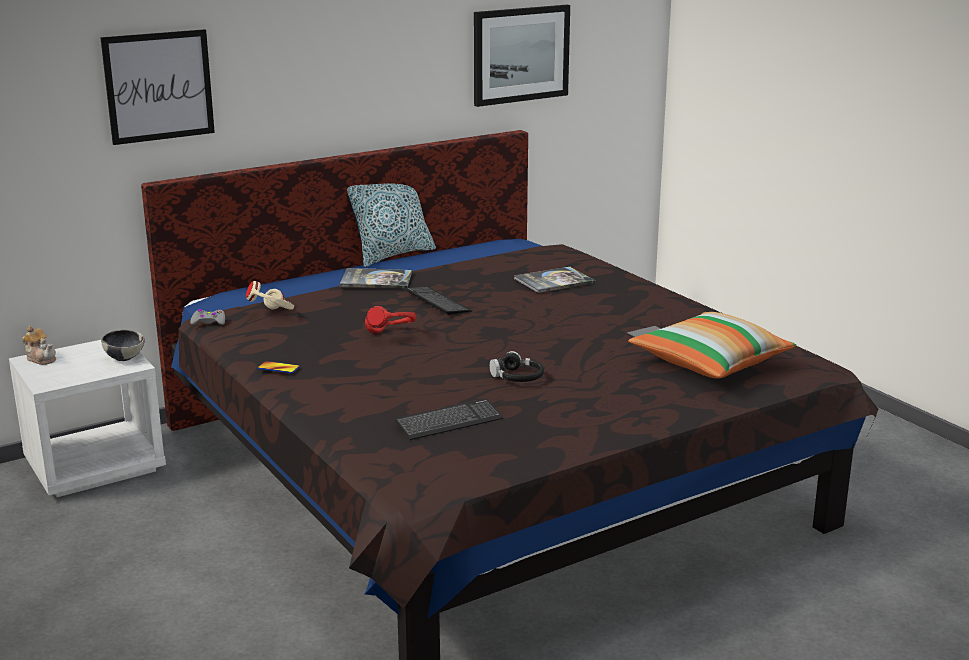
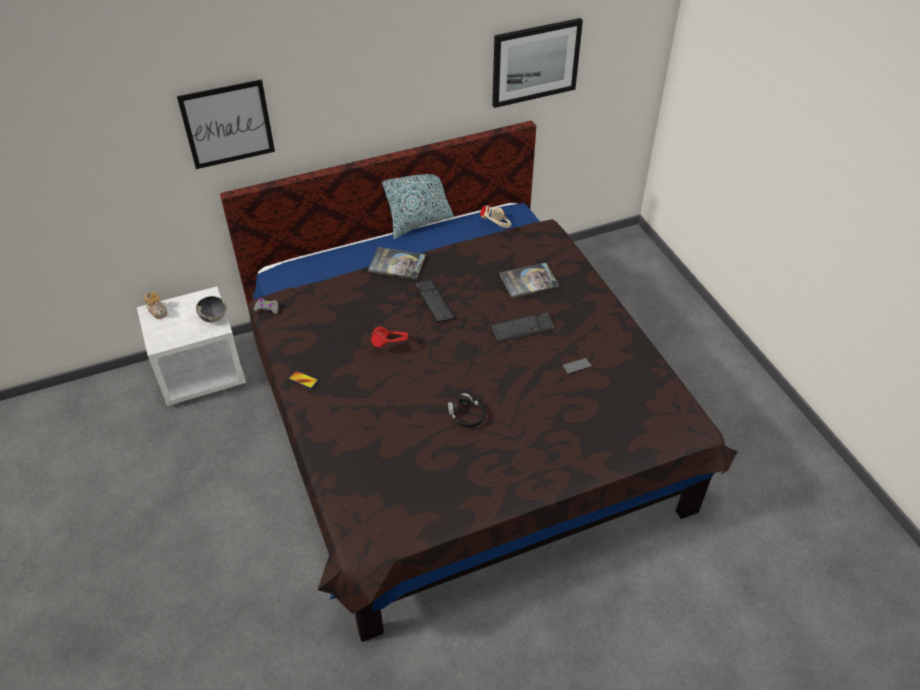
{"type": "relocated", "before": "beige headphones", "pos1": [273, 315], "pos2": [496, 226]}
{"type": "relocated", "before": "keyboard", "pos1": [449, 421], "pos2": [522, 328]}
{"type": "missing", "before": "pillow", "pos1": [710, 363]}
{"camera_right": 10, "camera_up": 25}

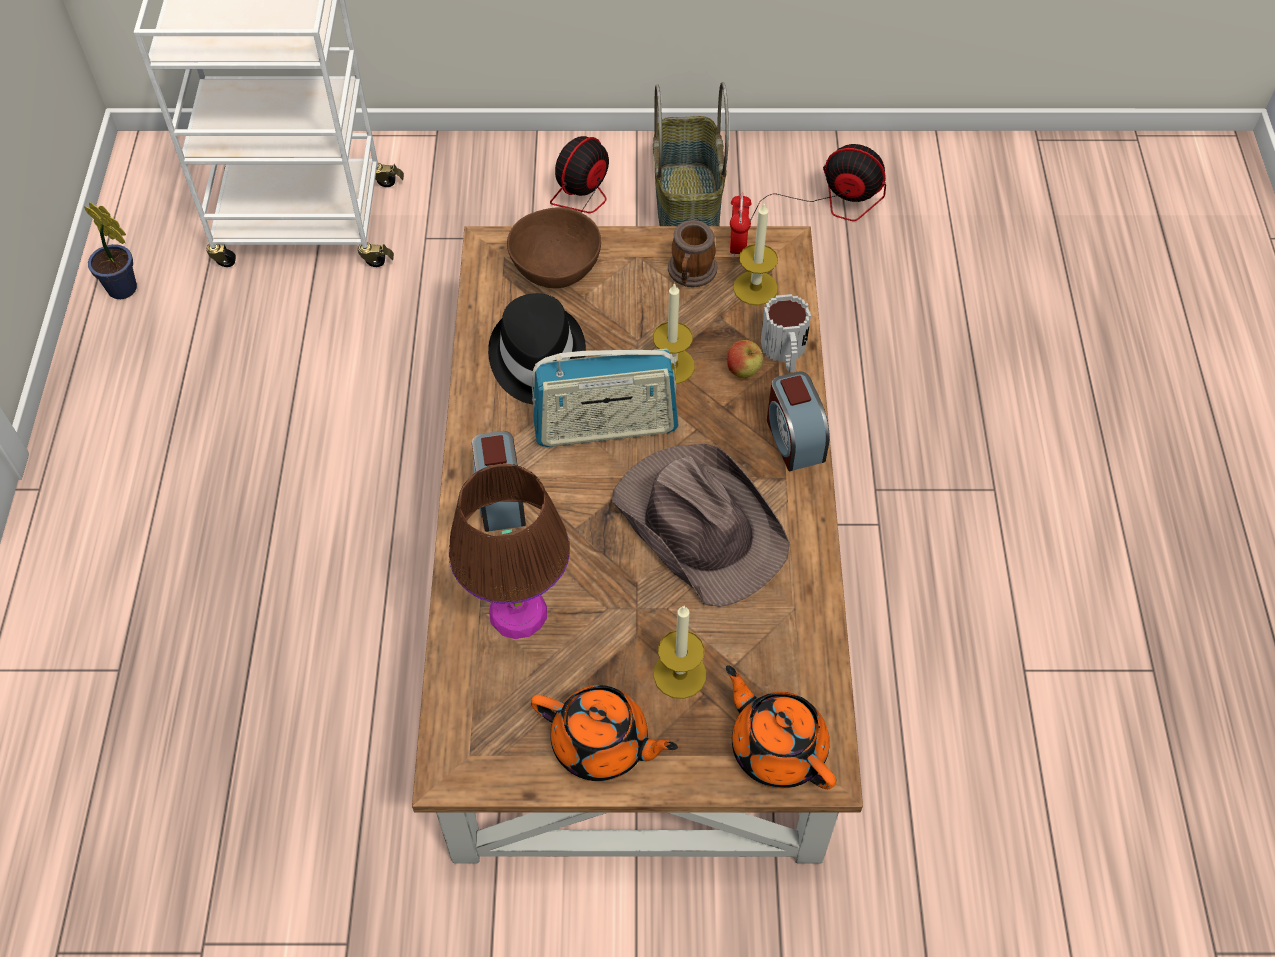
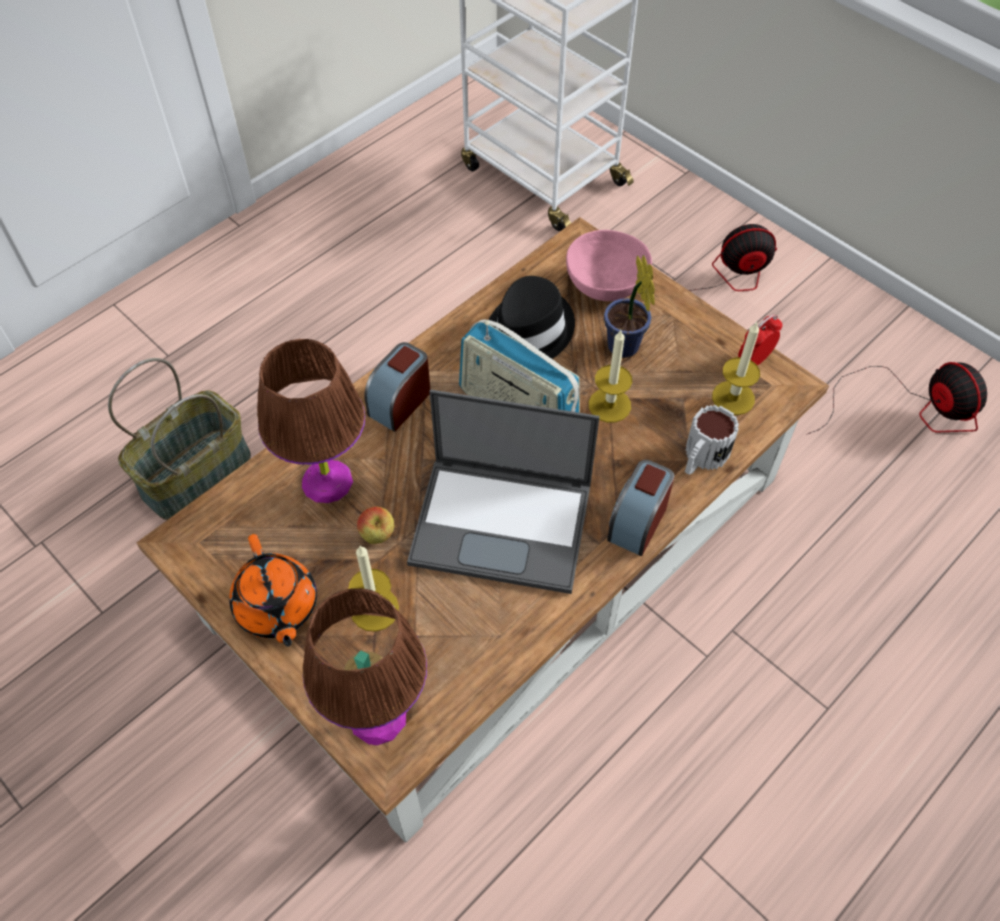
{"type": "relocated", "before": "basket", "pos1": [685, 204], "pos2": [196, 473]}
{"type": "exchanged", "before": "orange teapot", "after": "brown table lamp", "pos1": [777, 747], "pos2": [377, 715]}
{"type": "relocated", "before": "apple", "pos1": [743, 371], "pos2": [378, 535]}
{"type": "exchanged", "before": "brown hat", "after": "laptop", "pos1": [699, 523], "pos2": [504, 523]}
{"type": "colour", "before": "brown bowl", "after": "pink bowl", "pos1": [554, 272], "pos2": [603, 286]}
{"type": "relocated", "before": "potted plant", "pos1": [125, 290], "pos2": [624, 349]}
{"type": "missing", "before": "mug", "pos1": [691, 274]}
{"camera_right": 45, "camera_up": 0}

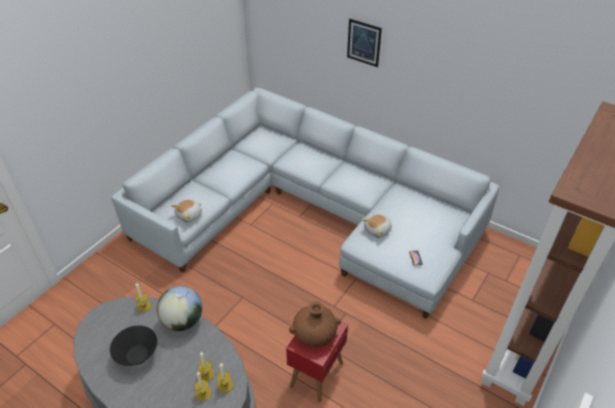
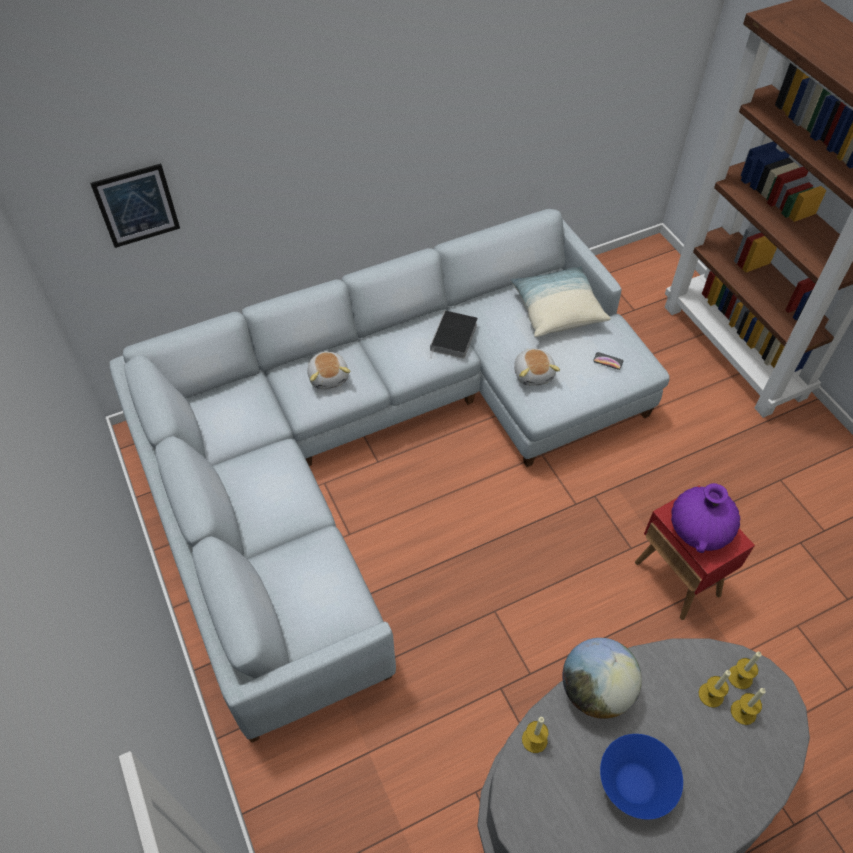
{"type": "relocated", "before": "picture", "pos1": [364, 43], "pos2": [137, 206]}
{"type": "relocated", "before": "plush toy", "pos1": [189, 215], "pos2": [329, 377]}
{"type": "appeared", "after": "book", "pos2": [454, 338]}
{"type": "appeared", "after": "pillow", "pos2": [556, 310]}
{"type": "colour", "before": "black bowl", "after": "blue bowl", "pos1": [137, 355], "pos2": [635, 784]}
{"type": "colour", "before": "brown vase", "after": "purple vase", "pos1": [314, 334], "pos2": [699, 529]}
{"camera_right": -60, "camera_up": 10}

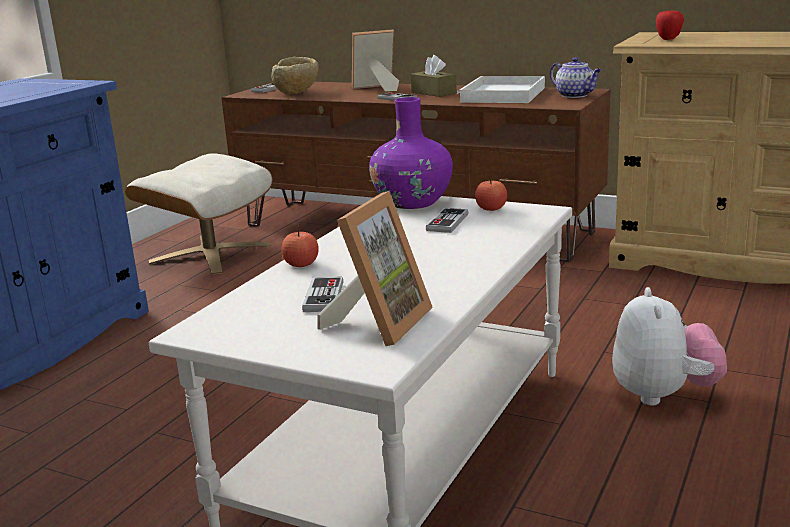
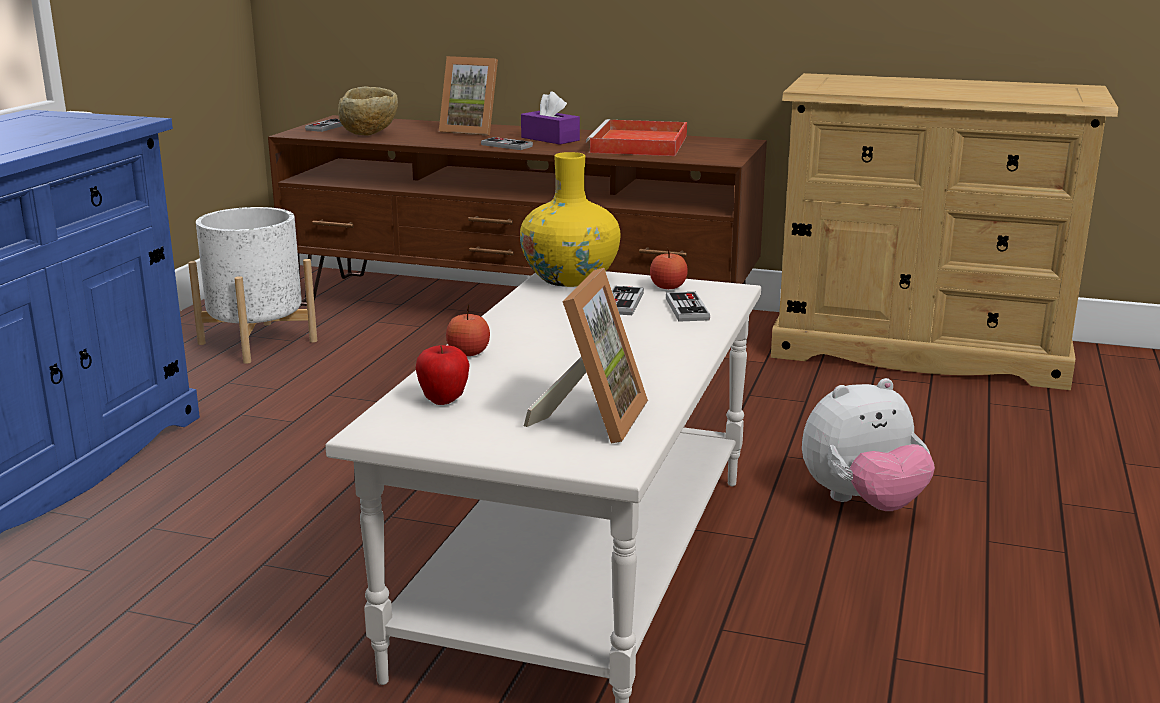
{"type": "exchanged", "before": "beige ottoman", "after": "white planter", "pos1": [210, 254], "pos2": [257, 342]}
{"type": "relocated", "before": "apple", "pos1": [668, 39], "pos2": [444, 401]}
{"type": "spun", "before": "picture frame", "pos1": [376, 88], "pos2": [472, 131], "turn": -135}
{"type": "colour", "before": "purple vase", "after": "yellow vase", "pos1": [412, 202], "pos2": [570, 278]}
{"type": "colour", "before": "brown tissue box", "after": "purple tissue box", "pos1": [433, 93], "pos2": [550, 139]}
{"type": "colour", "before": "white tray", "after": "red tray", "pos1": [503, 95], "pos2": [639, 145]}
{"type": "relocated", "before": "game controller", "pos1": [323, 297], "pos2": [687, 309]}
{"type": "spun", "before": "plush toy", "pos1": [663, 395], "pos2": [862, 503], "turn": 75}
{"type": "missing", "before": "teapot", "pos1": [575, 95]}
{"camera_right": -10, "camera_up": 0}

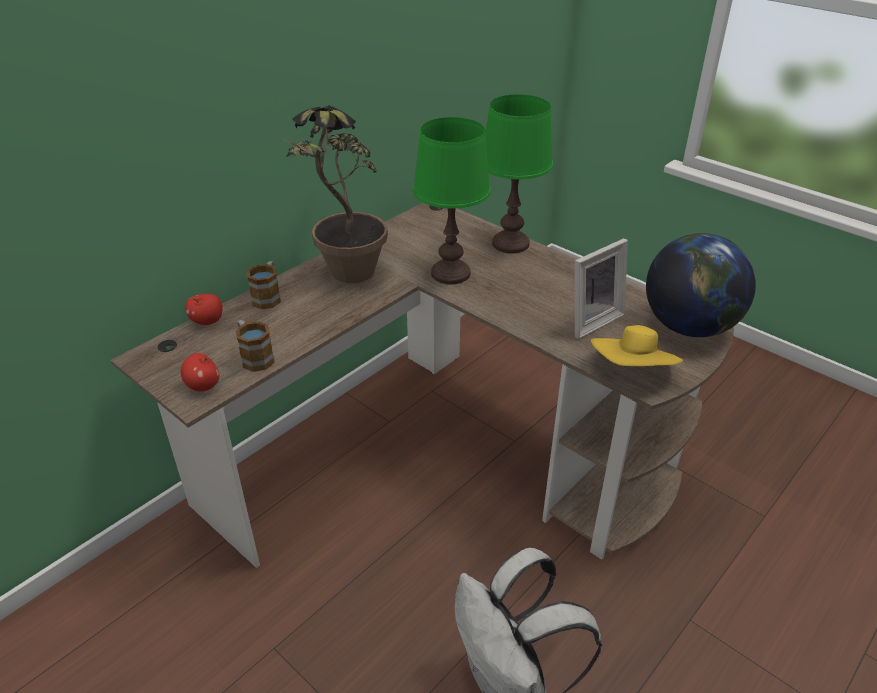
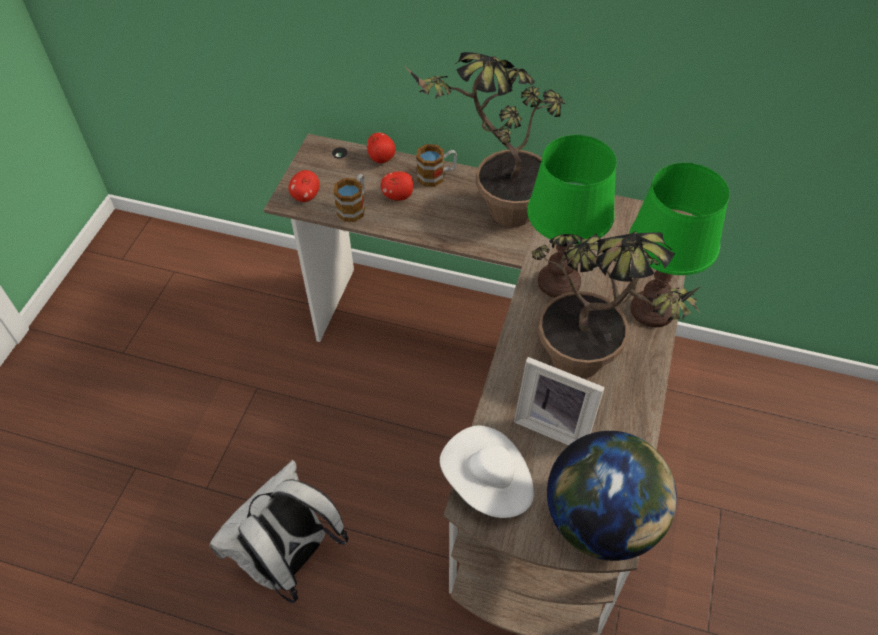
{"type": "appeared", "after": "apple", "pos2": [398, 196]}
{"type": "colour", "before": "yellow hat", "after": "white hat", "pos1": [633, 371], "pos2": [488, 484]}
{"type": "appeared", "after": "potted plant", "pos2": [588, 373]}
{"camera_right": 65, "camera_up": 15}

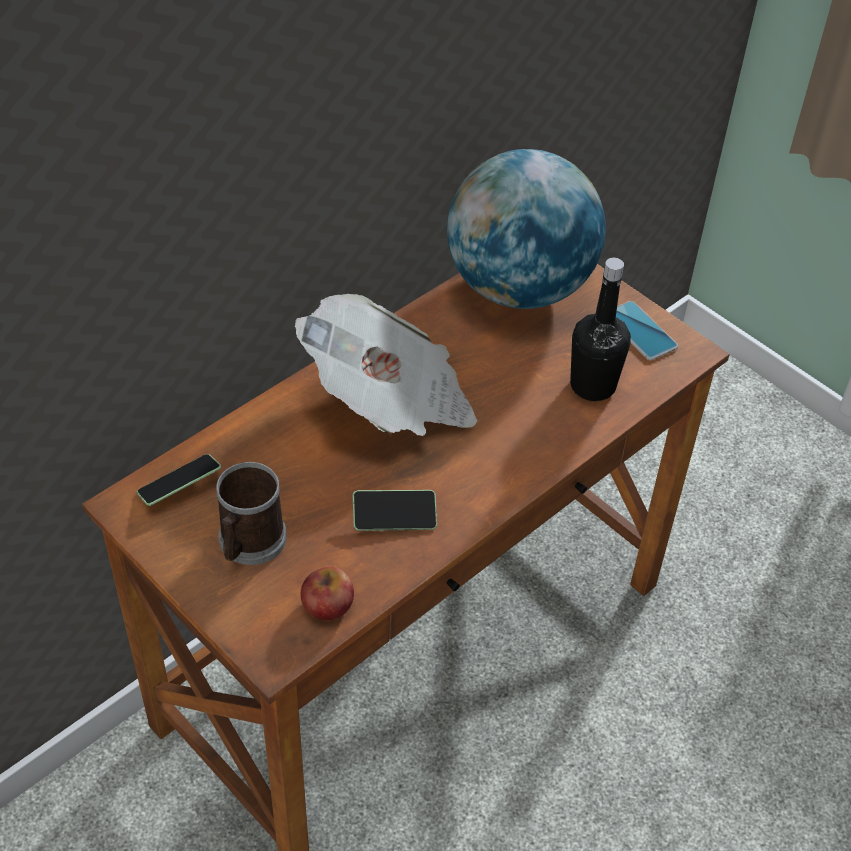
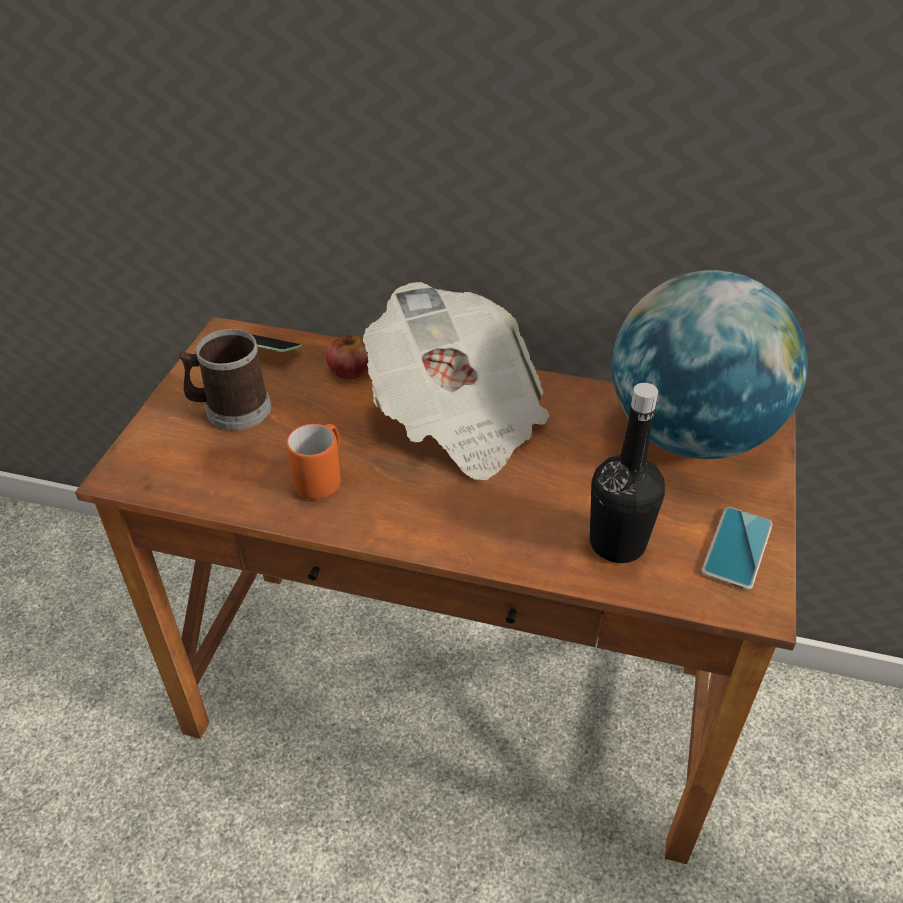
{"type": "exchanged", "before": "phone", "after": "orange mug", "pos1": [394, 518], "pos2": [322, 479]}
{"type": "relocated", "before": "apple", "pos1": [327, 604], "pos2": [350, 370]}
{"camera_right": 60, "camera_up": -5}

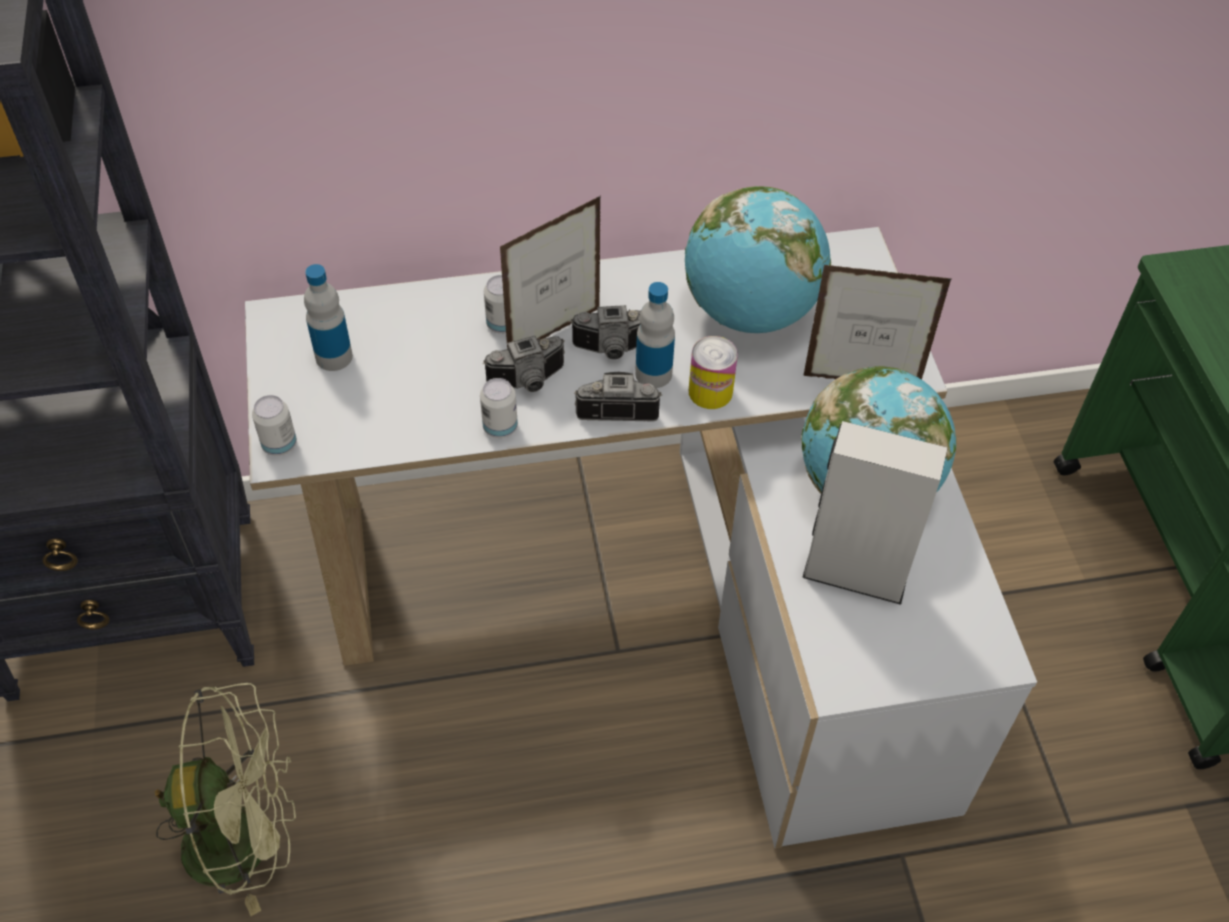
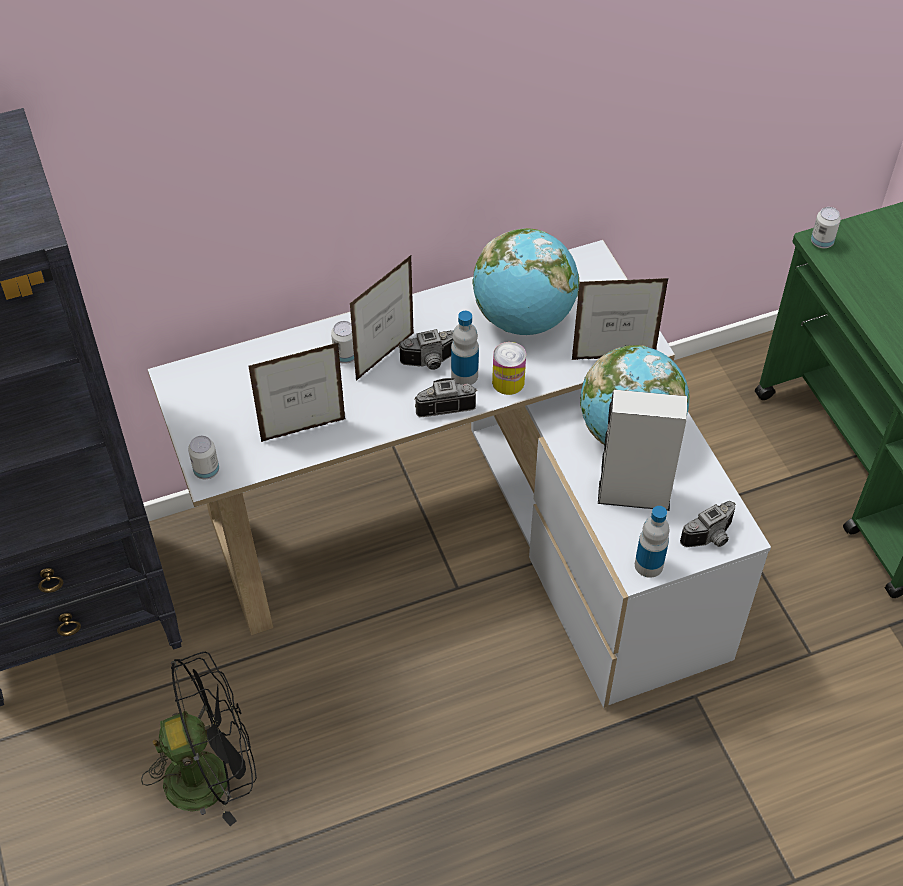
{"type": "colour", "before": "green fan", "after": "black fan", "pos1": [246, 839], "pos2": [211, 773]}
{"type": "appeared", "after": "picture frame", "pos2": [303, 430]}
{"type": "relocated", "before": "bottle", "pos1": [334, 357], "pos2": [648, 565]}
{"type": "relocated", "before": "photo camera", "pos1": [529, 382], "pos2": [711, 538]}
{"type": "relocated", "before": "can", "pos1": [500, 427], "pos2": [821, 242]}
{"camera_right": -10, "camera_up": 0}

